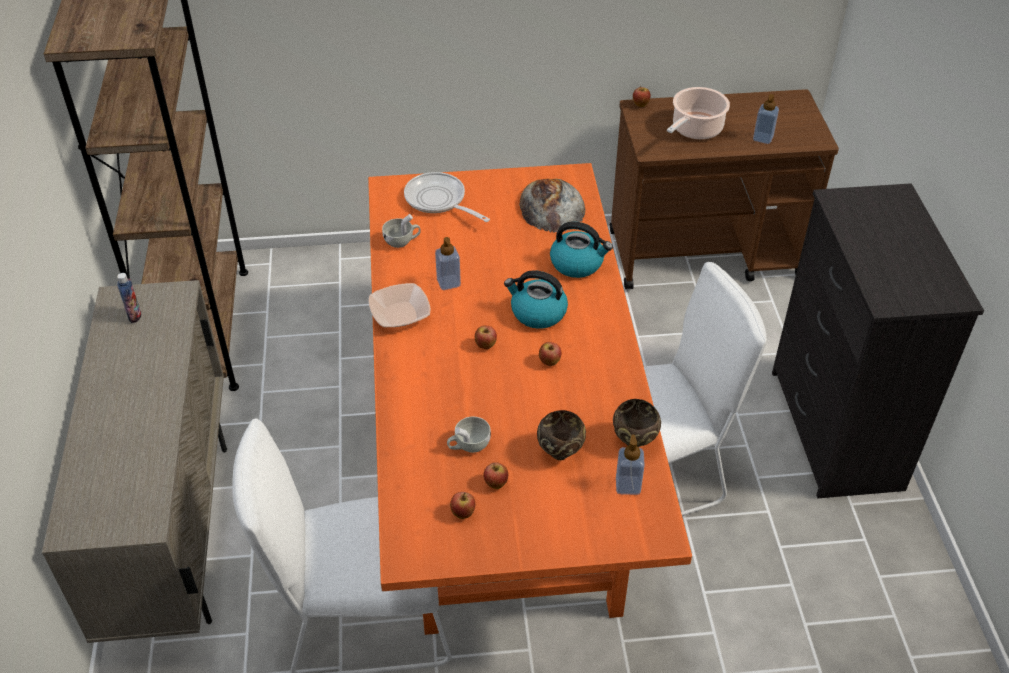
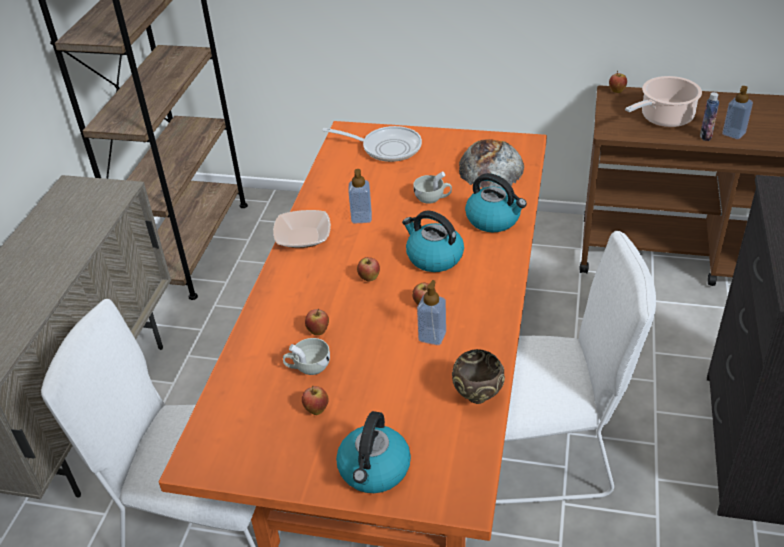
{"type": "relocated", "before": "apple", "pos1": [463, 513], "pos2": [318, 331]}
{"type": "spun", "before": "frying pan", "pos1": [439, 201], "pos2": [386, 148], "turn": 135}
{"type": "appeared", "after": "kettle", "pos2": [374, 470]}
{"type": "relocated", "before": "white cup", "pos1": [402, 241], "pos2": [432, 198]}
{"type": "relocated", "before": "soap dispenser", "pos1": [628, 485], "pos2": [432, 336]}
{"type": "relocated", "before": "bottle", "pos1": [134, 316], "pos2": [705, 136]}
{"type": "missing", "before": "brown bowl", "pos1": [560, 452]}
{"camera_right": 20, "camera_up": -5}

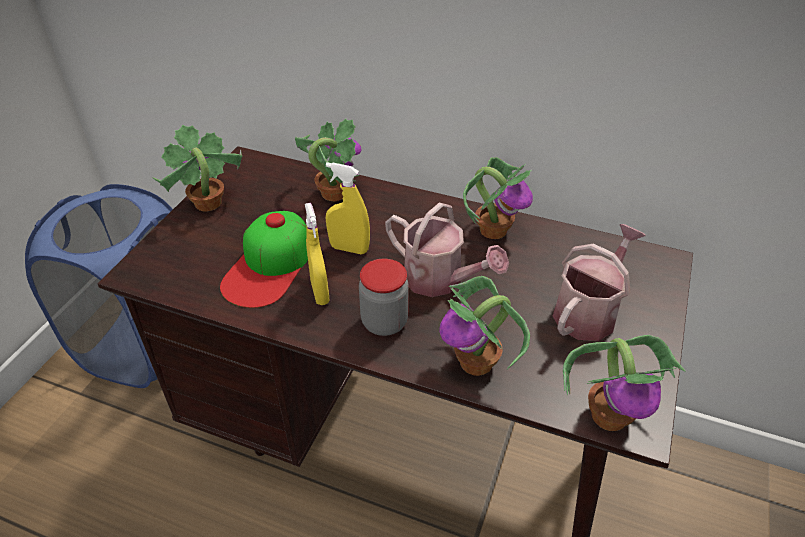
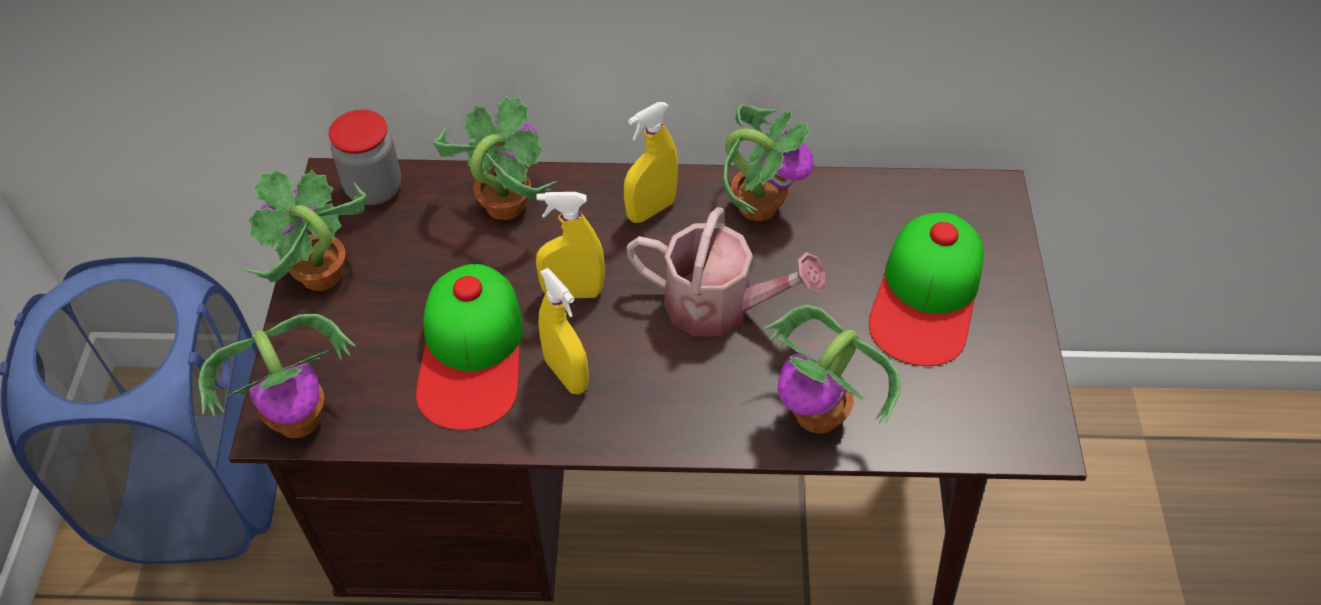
{"type": "relocated", "before": "potted plant", "pos1": [610, 415], "pos2": [300, 417]}
{"type": "relocated", "before": "jar", "pos1": [384, 322], "pos2": [374, 188]}
{"type": "appeared", "after": "yellow spray bottle", "pos2": [651, 210]}
{"type": "exchanged", "before": "watering can", "after": "cap", "pos1": [589, 311], "pos2": [927, 296]}
{"camera_right": -20, "camera_up": 10}

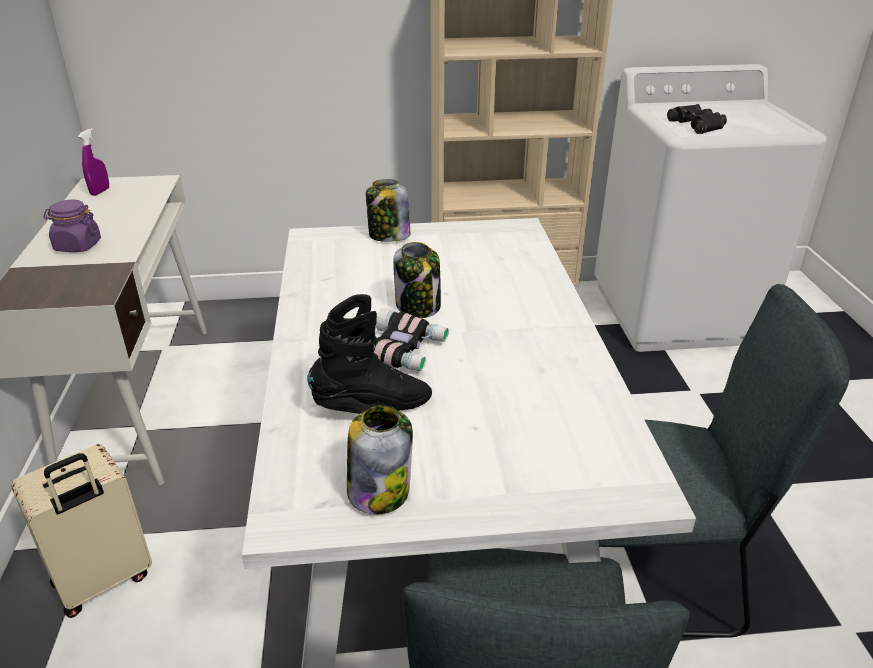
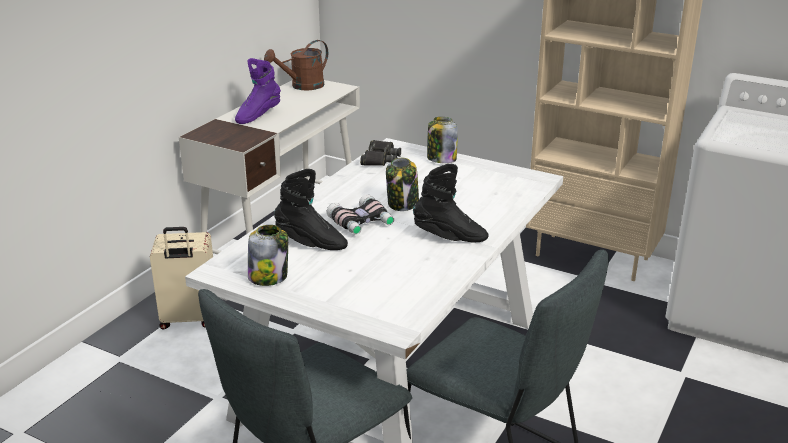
{"type": "exchanged", "before": "purple jar", "after": "purple boot", "pos1": [77, 246], "pos2": [258, 116]}
{"type": "exchanged", "before": "purple spray bottle", "after": "brown watering can", "pos1": [100, 192], "pos2": [302, 86]}
{"type": "relocated", "before": "black binoculars", "pos1": [697, 125], "pos2": [380, 158]}
{"type": "appeared", "after": "black boot", "pos2": [450, 237]}
{"camera_right": 35, "camera_up": -5}

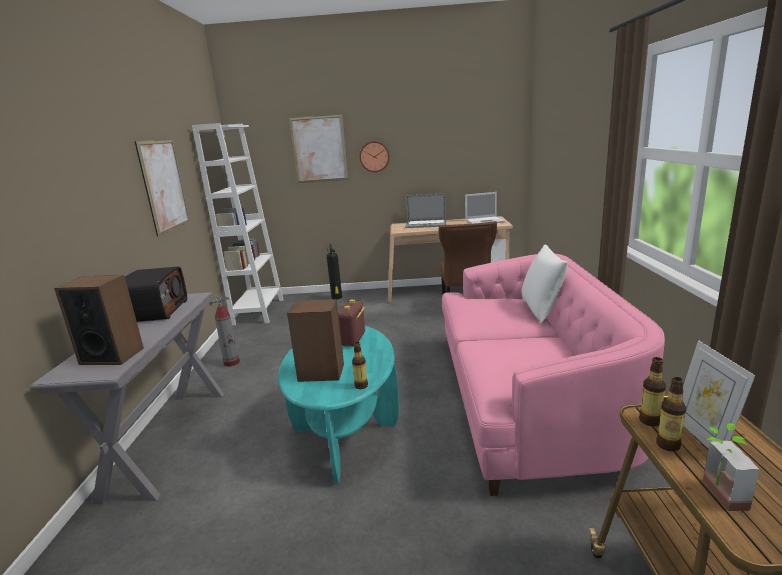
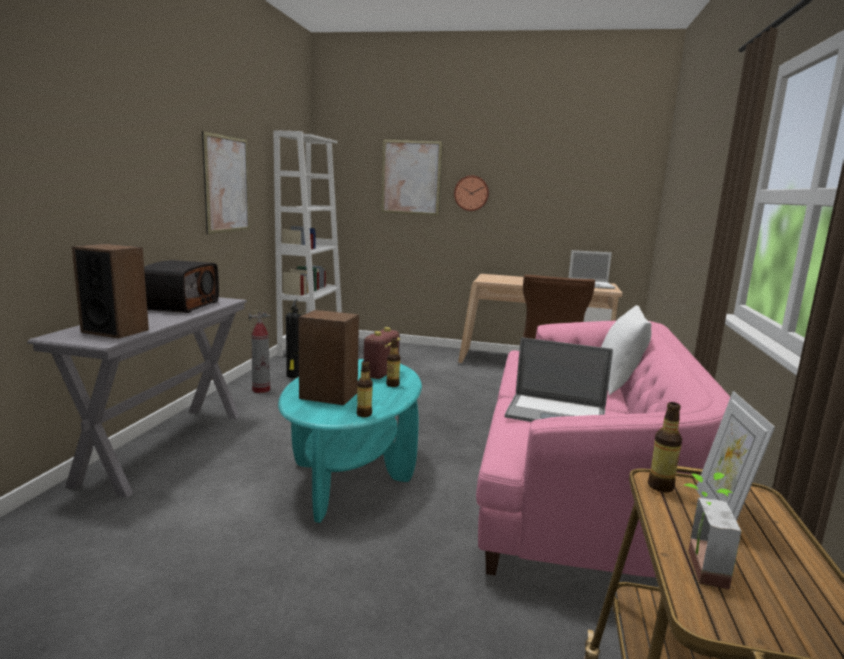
{"type": "relocated", "before": "fire extinguisher", "pos1": [337, 298], "pos2": [294, 376]}
{"type": "relocated", "before": "bottle", "pos1": [668, 445], "pos2": [392, 385]}
{"type": "relocated", "before": "laptop", "pos1": [426, 224], "pos2": [555, 414]}
{"camera_right": 10, "camera_up": -5}

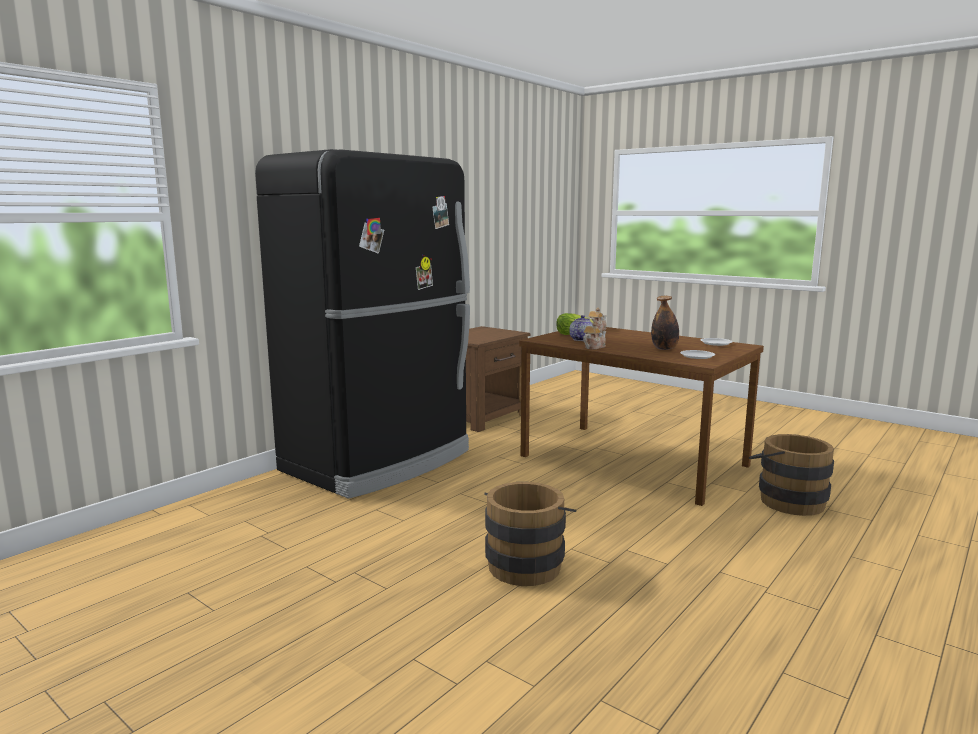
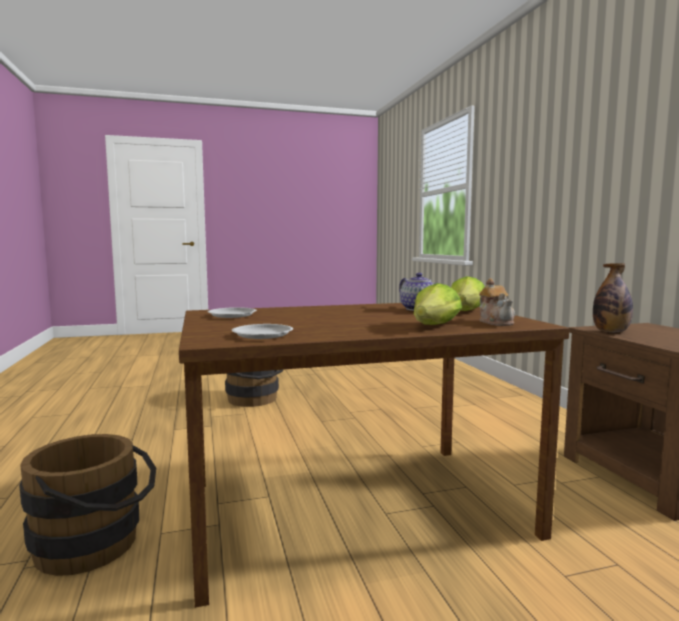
{"type": "appeared", "after": "lettuce", "pos2": [434, 326]}
{"type": "relocated", "before": "bottle", "pos1": [664, 349], "pos2": [611, 332]}
{"type": "missing", "before": "black fridge", "pos1": [380, 461]}
{"type": "missing", "before": "teapot", "pos1": [594, 347]}
{"camera_right": 125, "camera_up": -5}

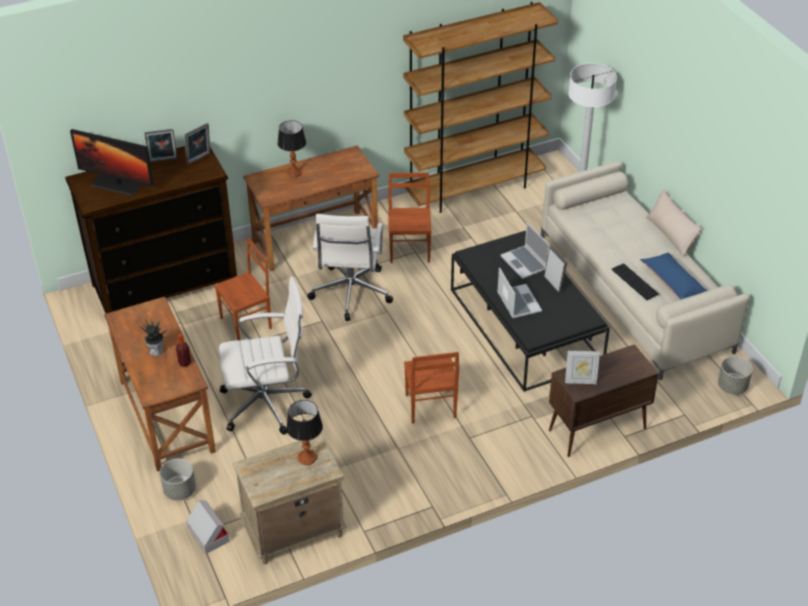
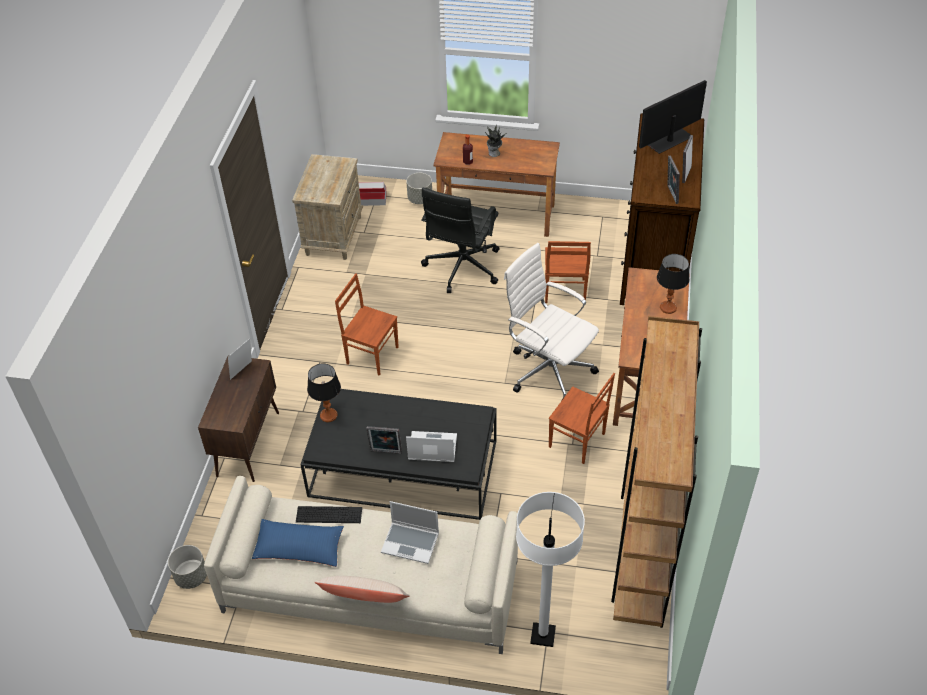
{"type": "relocated", "before": "table lamp", "pos1": [307, 457], "pos2": [329, 415]}
{"type": "relocated", "before": "laptop", "pos1": [518, 302], "pos2": [411, 543]}
{"type": "colour", "before": "white office chair", "after": "black office chair", "pos1": [267, 403], "pos2": [461, 268]}
{"camera_right": 125, "camera_up": 5}

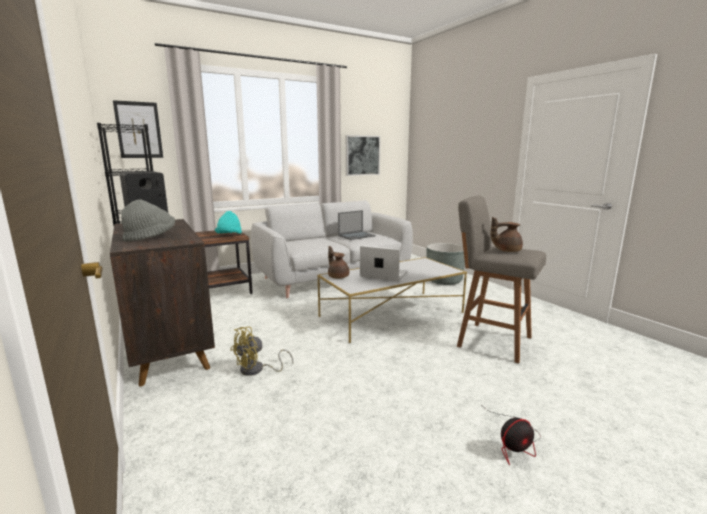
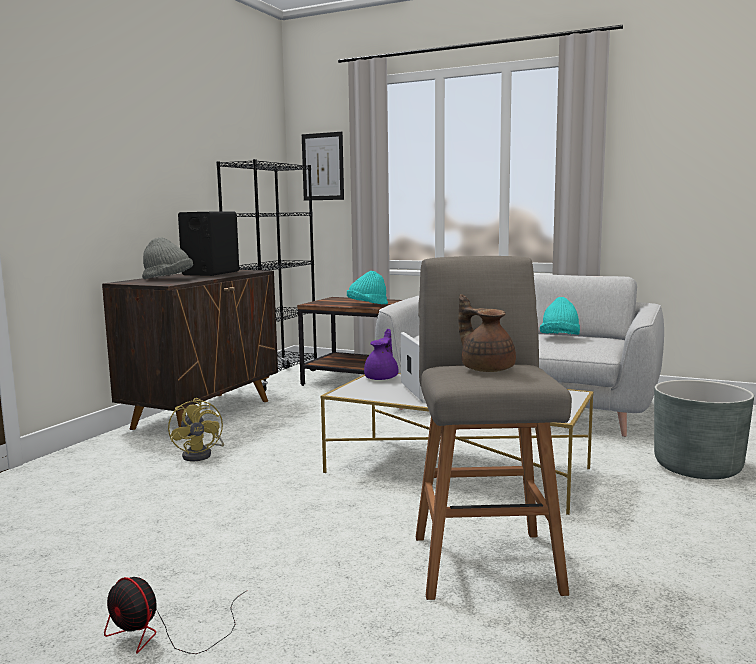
{"type": "spun", "before": "yellow fan", "pos1": [257, 370], "pos2": [201, 454], "turn": -120}
{"type": "colour", "before": "brown teapot", "after": "purple teapot", "pos1": [338, 276], "pos2": [382, 378]}
{"type": "exchanged", "before": "laptop", "after": "turquoise hat", "pos1": [357, 236], "pos2": [559, 338]}
{"type": "missing", "before": "picture", "pos1": [362, 155]}
{"camera_right": 55, "camera_up": -5}

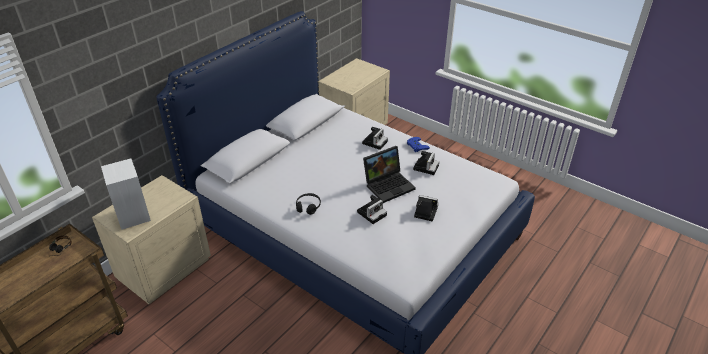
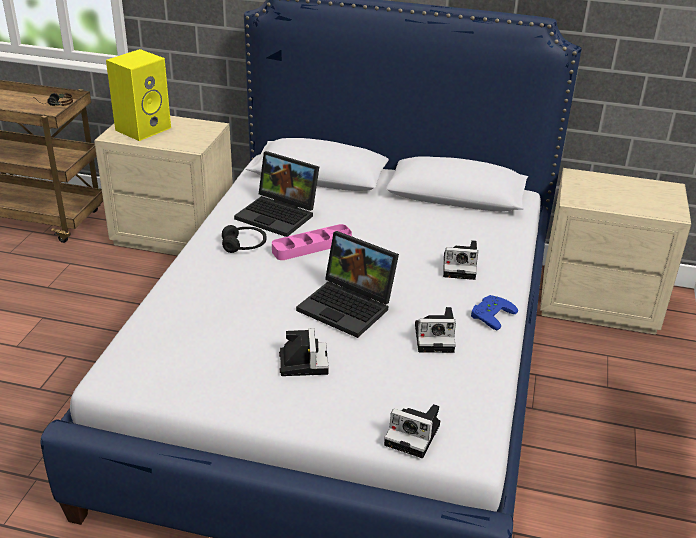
{"type": "colour", "before": "white speaker", "after": "yellow speaker", "pos1": [132, 215], "pos2": [143, 128]}
{"type": "appeared", "after": "laptop", "pos2": [279, 215]}
{"type": "appeared", "after": "pink tray", "pos2": [312, 246]}
{"type": "relocated", "before": "photo camera", "pos1": [372, 213], "pos2": [415, 435]}
{"camera_right": 65, "camera_up": -5}

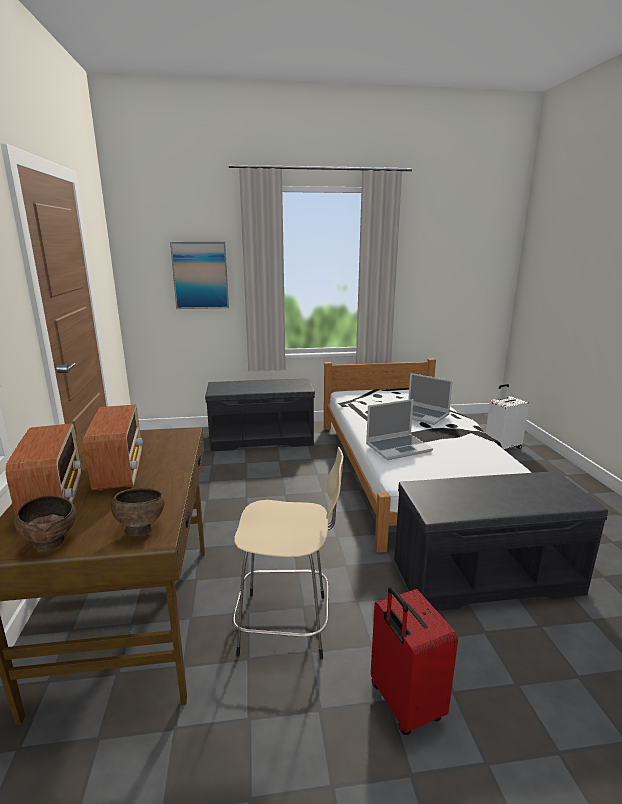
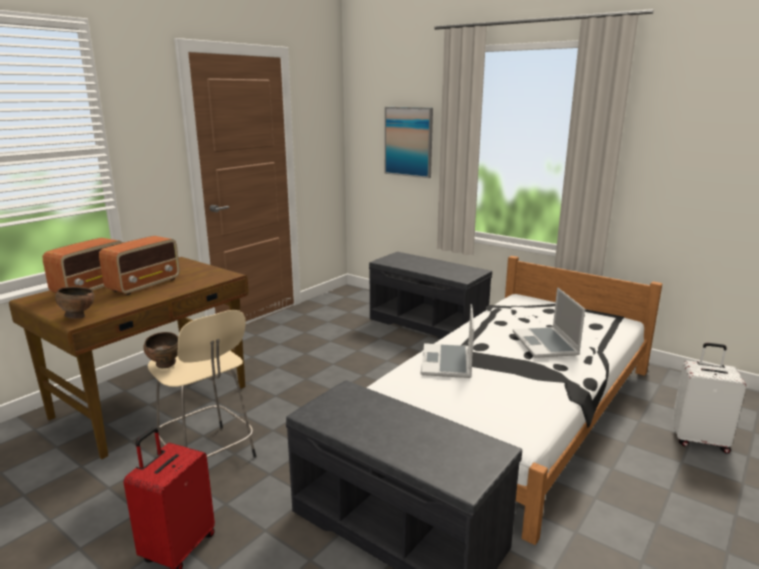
{"type": "relocated", "before": "brown bowl", "pos1": [52, 544], "pos2": [166, 365]}
{"type": "spun", "before": "laptop", "pos1": [398, 447], "pos2": [447, 363], "turn": 75}
{"camera_right": 45, "camera_up": 0}

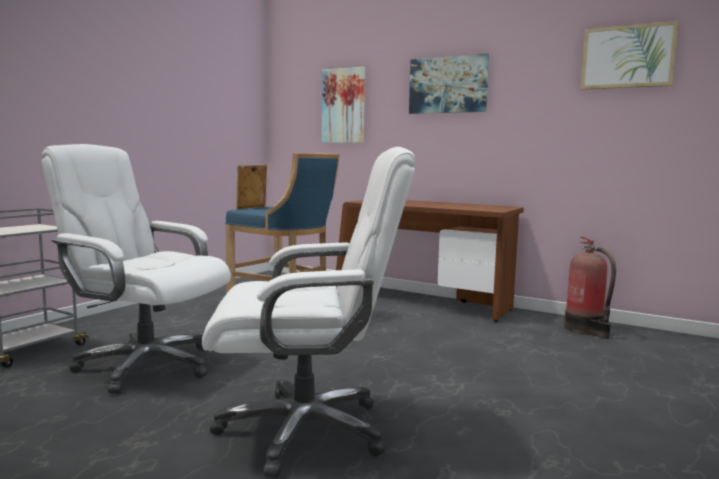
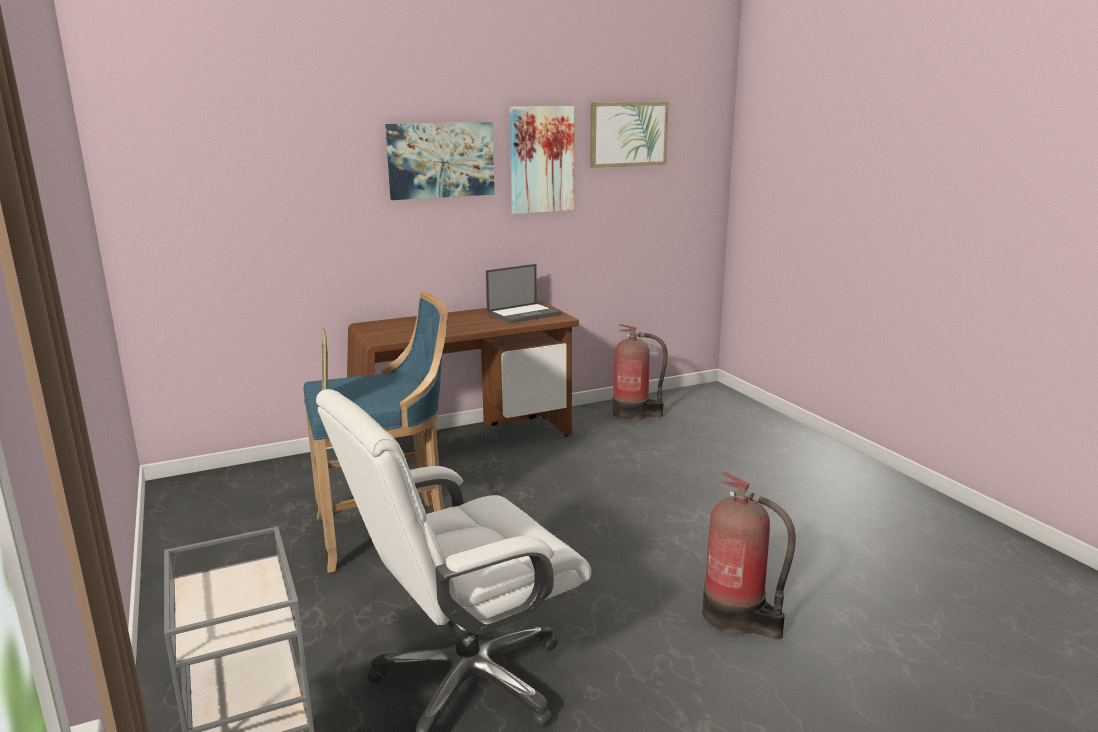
{"type": "appeared", "after": "laptop", "pos2": [524, 313]}
{"type": "relocated", "before": "picture", "pos1": [344, 106], "pos2": [541, 160]}
{"type": "exchanged", "before": "white office chair", "after": "fire extinguisher", "pos1": [306, 430], "pos2": [737, 618]}
{"camera_right": -55, "camera_up": 10}

